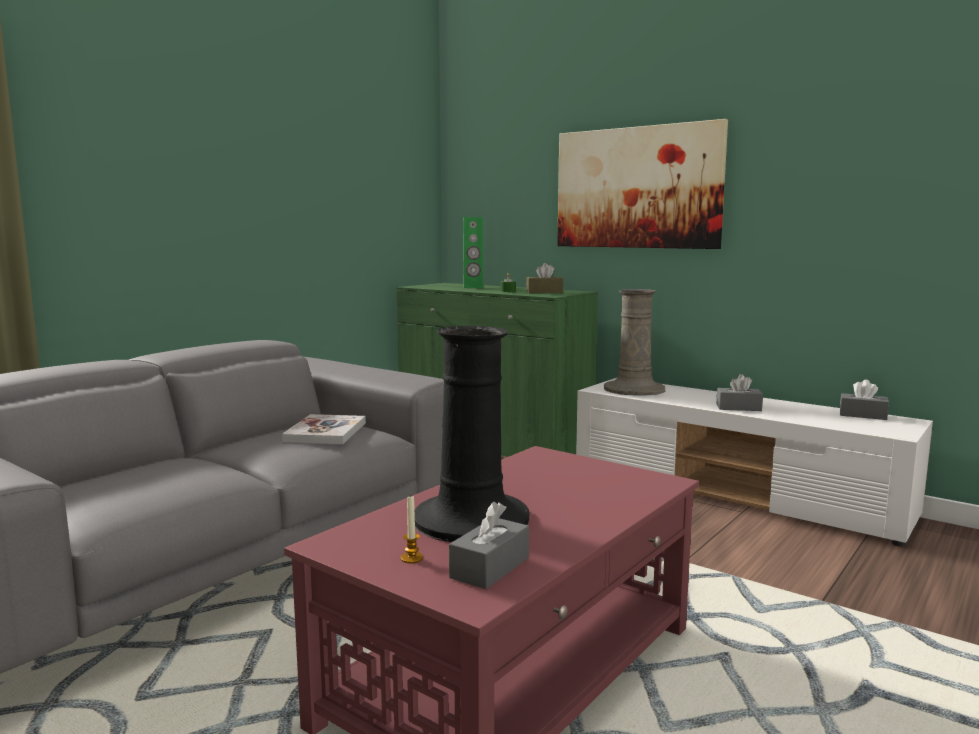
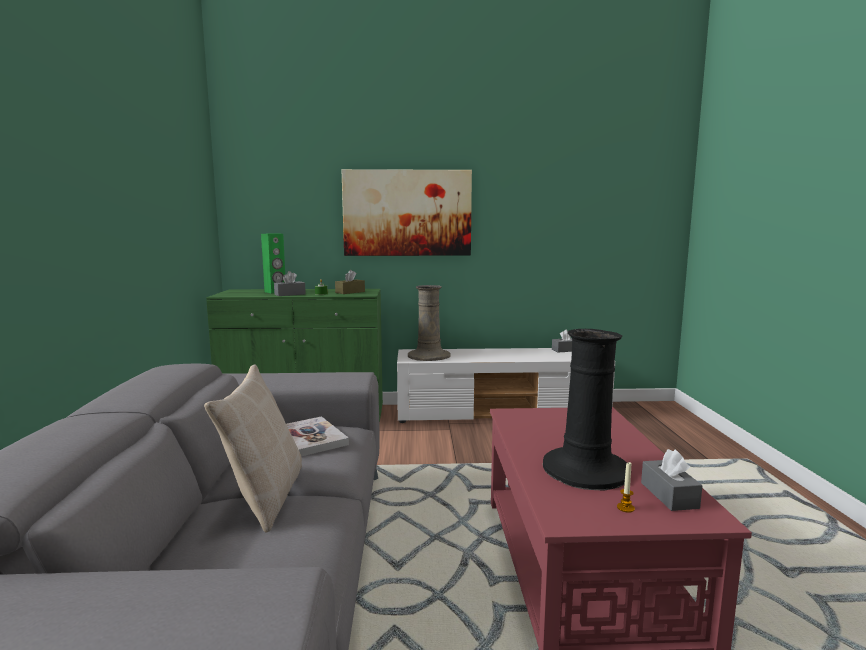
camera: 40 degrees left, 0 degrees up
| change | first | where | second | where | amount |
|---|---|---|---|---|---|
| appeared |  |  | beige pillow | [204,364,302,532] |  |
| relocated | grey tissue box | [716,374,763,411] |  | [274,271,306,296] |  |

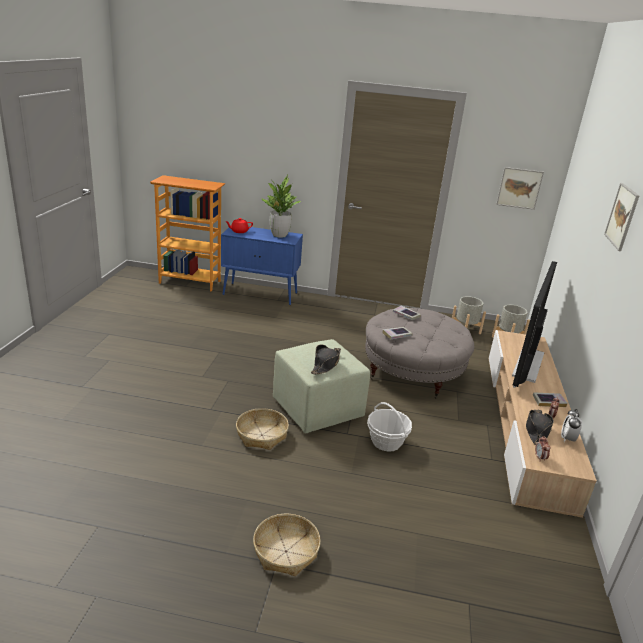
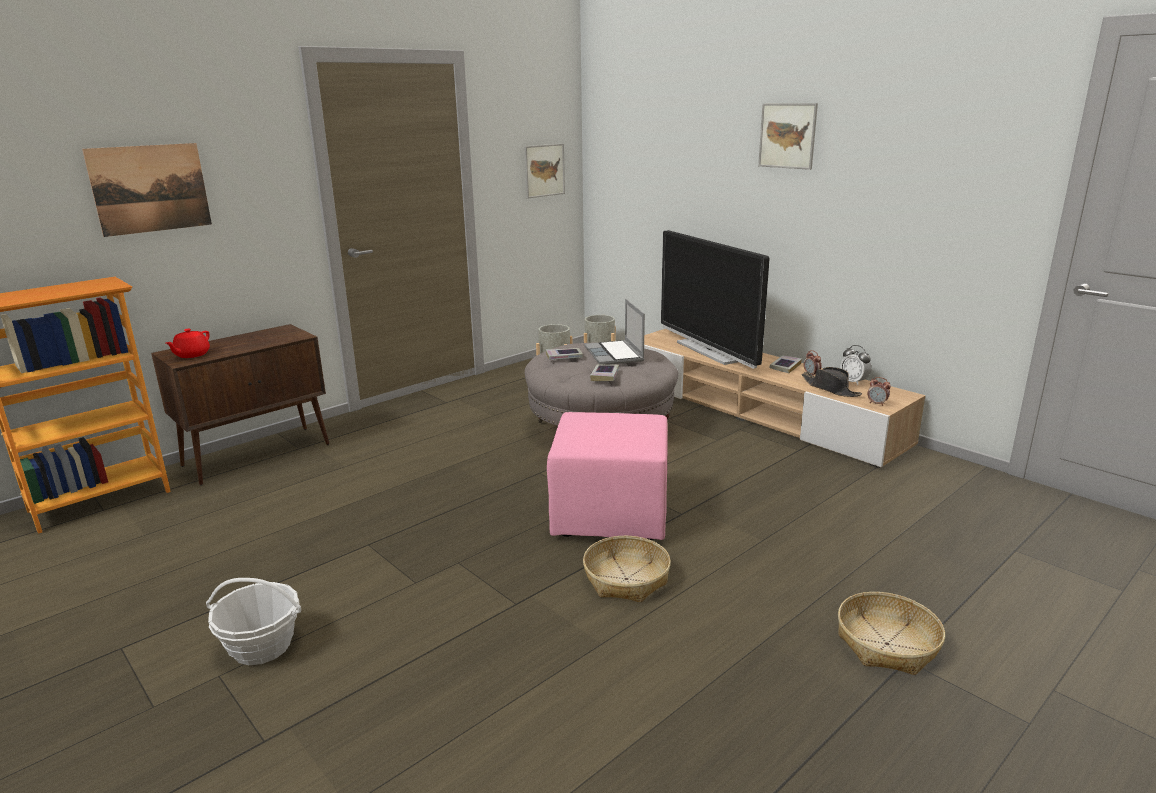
camera: 50 degrees left, 5 degrees down
| change | first | where | second | where | amount |
|---|---|---|---|---|---|
| missing | potted plant | [261,175,301,238] |  |  |  |
| missing | black hat | [311,345,341,374] |  |  |  |
| appeared |  |  | picture | [82,143,212,237] |  |
| appeared |  |  | laptop | [585,299,645,365] |  |
| relocated | basket | [367,402,412,451] |  | [206,578,301,665] |  |
| colour | blue cabinet | [221,227,303,305] | brown cabinet | [151,324,330,486] |  |
| colour | green ottoman | [273,339,370,433] | pink ottoman | [547,412,668,540] |  |

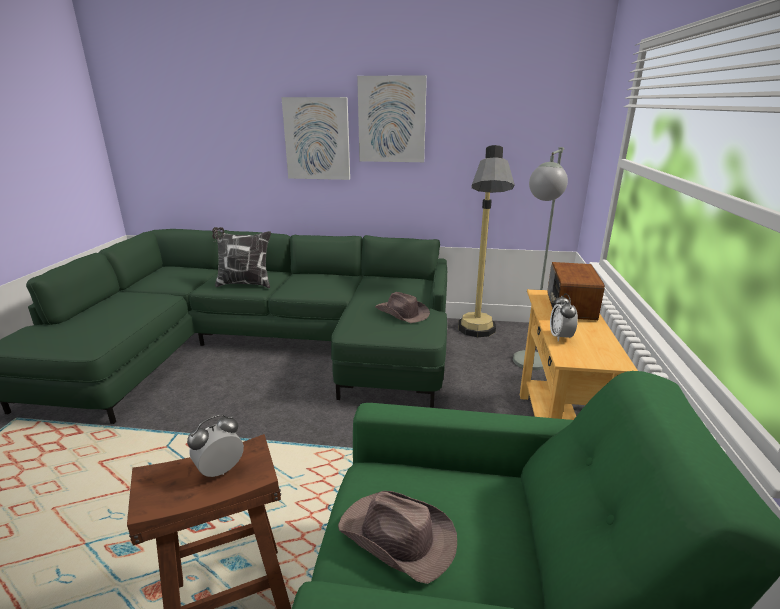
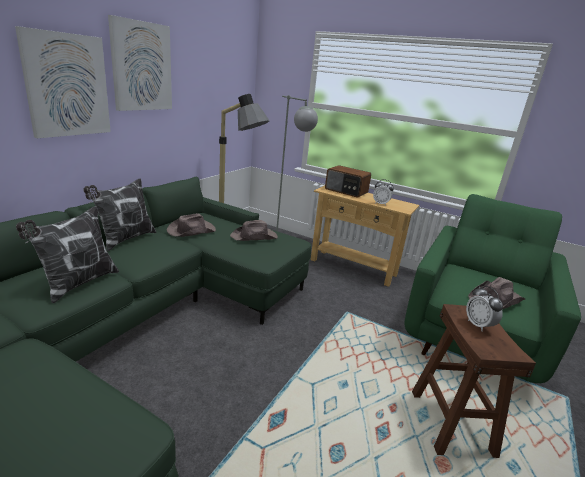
camera: 70 degrees left, 0 degrees up
| change | first | where | second | where | amount |
|---|---|---|---|---|---|
| appeared |  |  | pillow | [83,178,157,251] |  |
| appeared |  |  | brown hat | [167,213,216,237] |  |

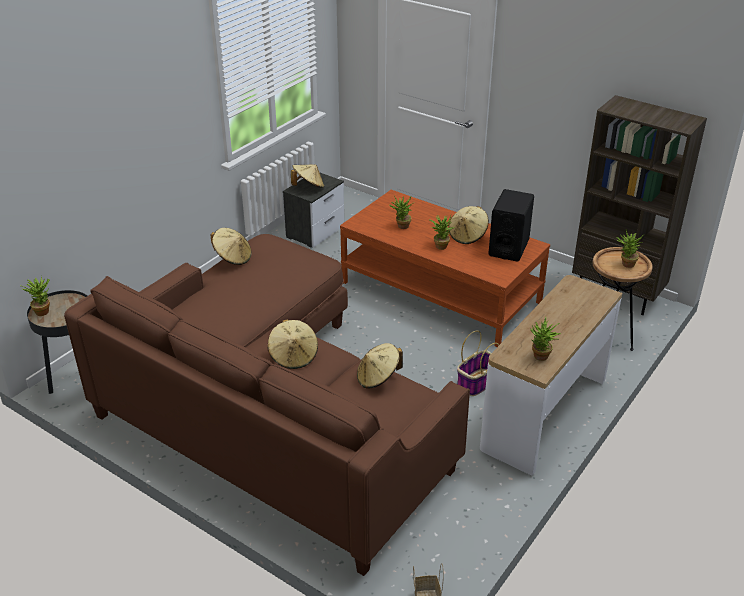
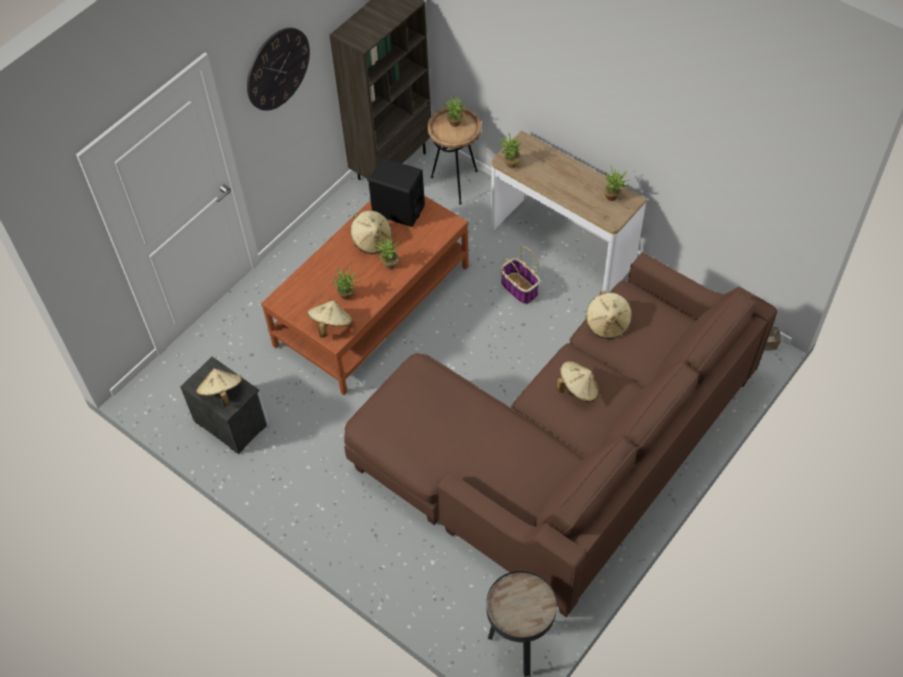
camera: 85 degrees left, 20 degrees up
| change | first | where | second | where | amount |
|---|---|---|---|---|---|
| appeared |  |  | wall clock | [247,28,310,111] |  |
| relocated | potted plant | [23,275,50,316] |  | [496,134,523,168] |  |
| relocated | beige hat | [211,228,252,265] |  | [307,300,353,337] |  |

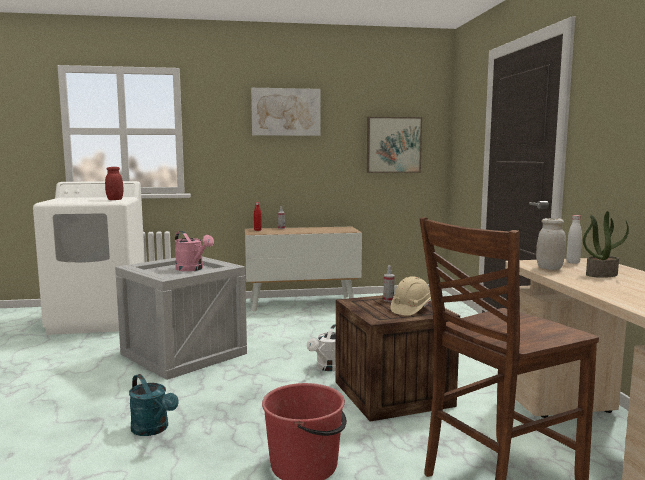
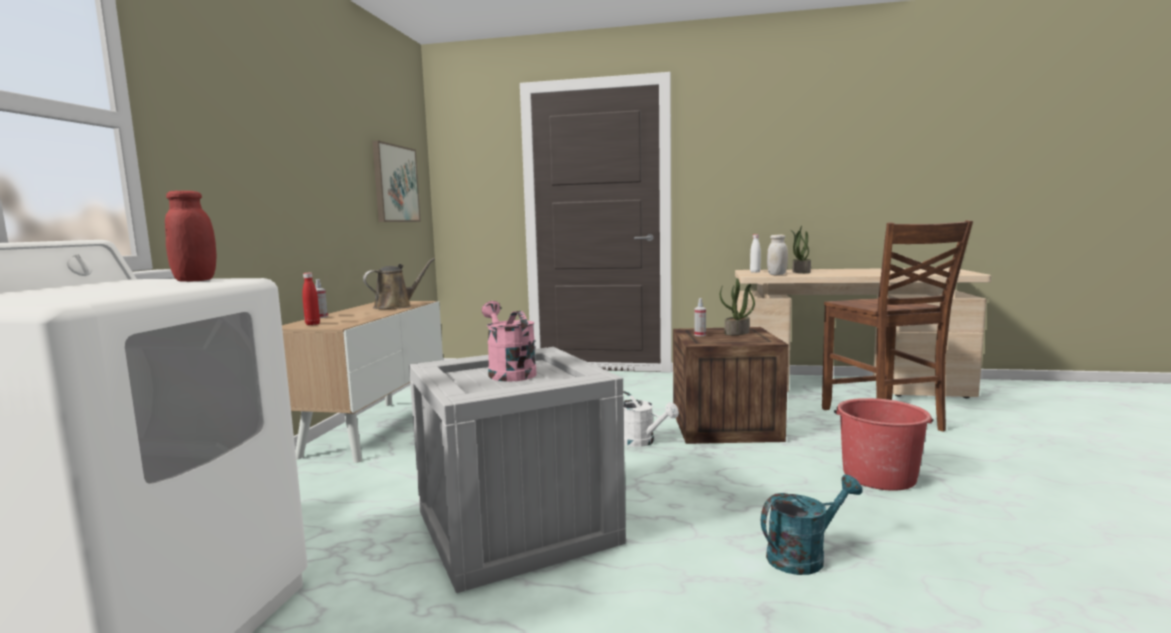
camera: 70 degrees left, 0 degrees up
| change | first | where | second | where | amount |
|---|---|---|---|---|---|
| missing | picture | [251,88,321,136] |  |  |  |
| appeared |  |  | brown watering can | [363,258,435,309] |  |
| exchanged | beige hard hat | [391,276,431,316] | potted plant | [720,278,755,335] |  |
| spun | pink watering can | [175,231,214,271] |  | [482,301,537,382] | 90 degrees counterclockwise |

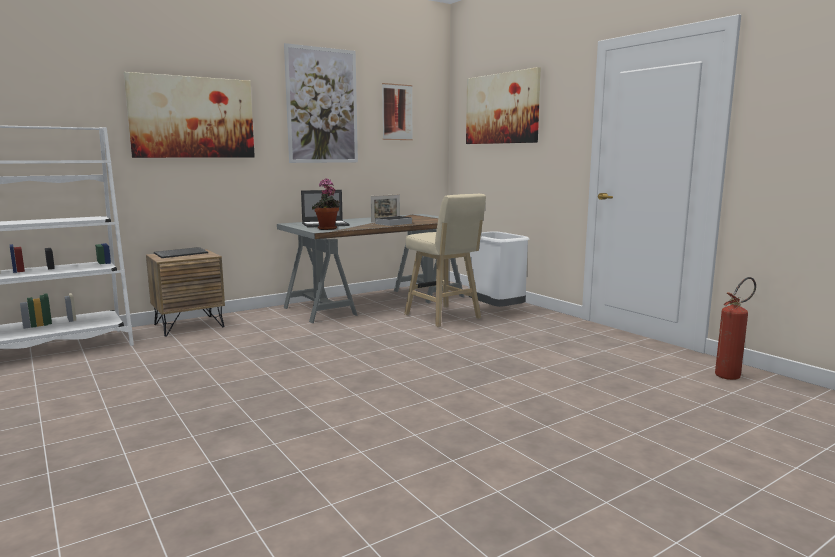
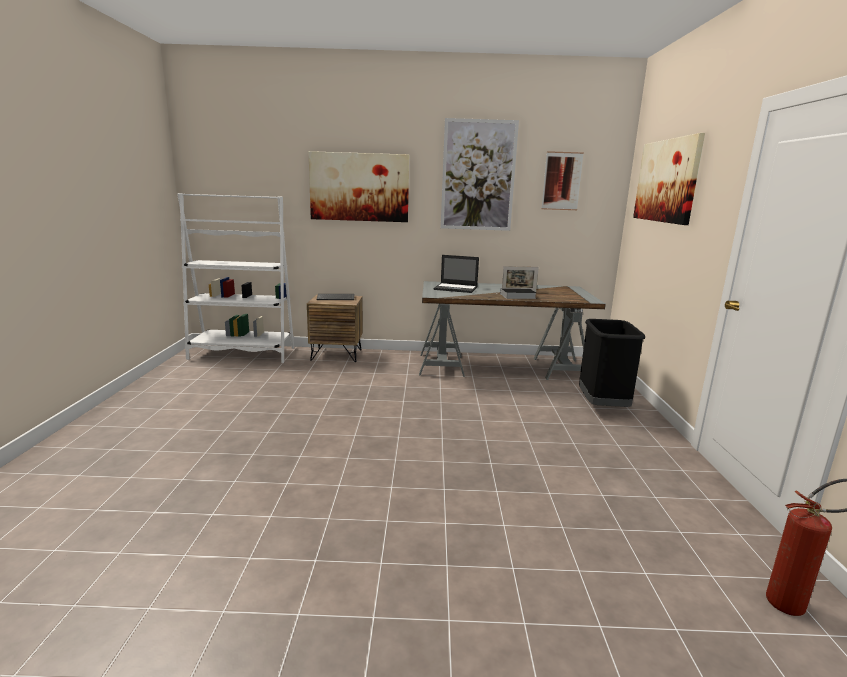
camera: 35 degrees right, 5 degrees up
| change | first | where | second | where | amount |
|---|---|---|---|---|---|
| missing | potted plant | [312,178,340,230] |  |  |  |
| missing | beige stool | [404,194,486,327] |  |  |  |
| colour | white trash can | [468,231,530,307] | black trash can | [579,319,645,407] |  |

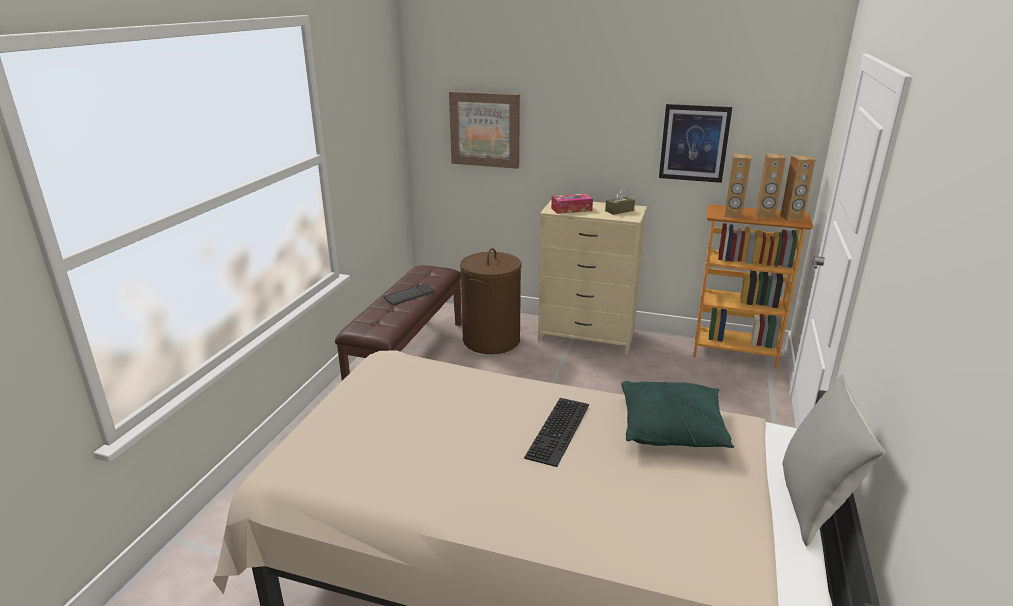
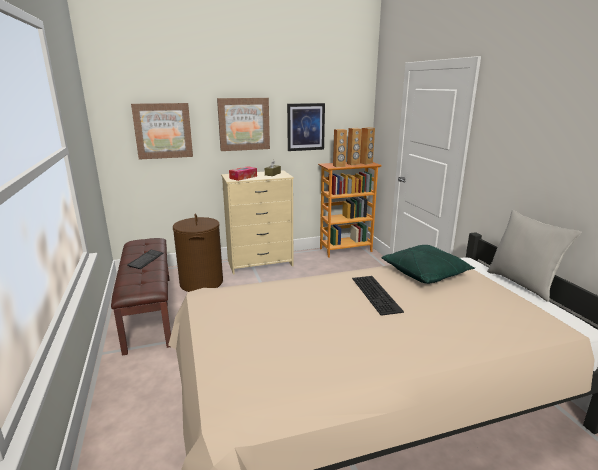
camera: 35 degrees left, 5 degrees down
| change | first | where | second | where | amount |
|---|---|---|---|---|---|
| appeared |  |  | picture | [217,98,270,151] |  |

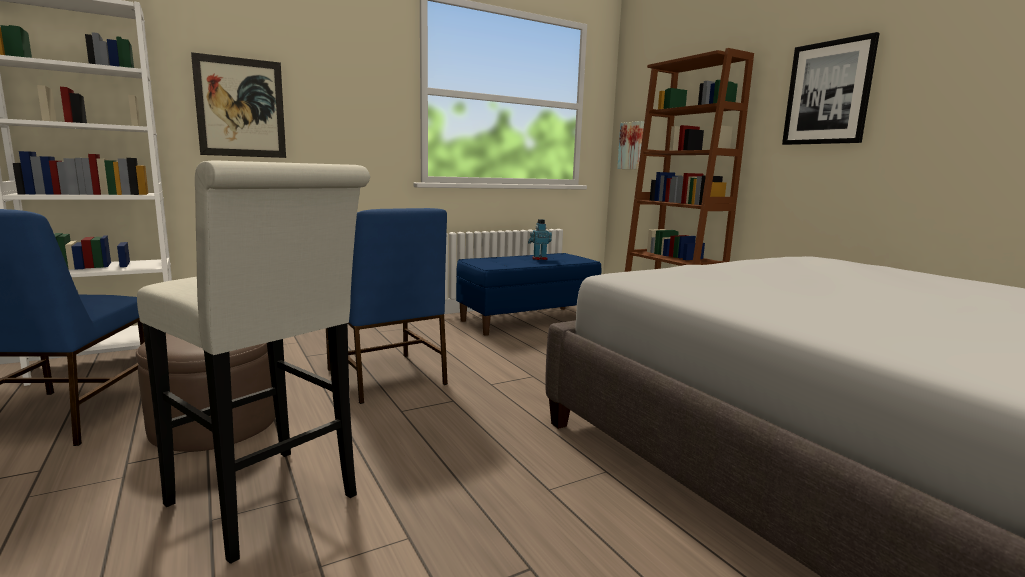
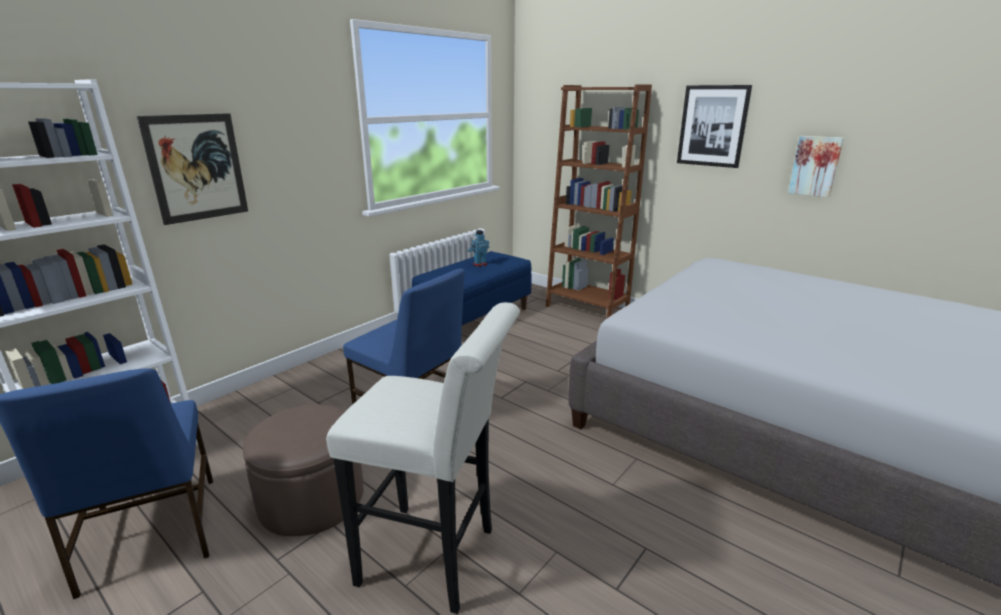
camera: 20 degrees left, 10 degrees up
| change | first | where | second | where | amount |
|---|---|---|---|---|---|
| relocated | picture | [617,121,645,169] |  | [788,136,844,197] |  |

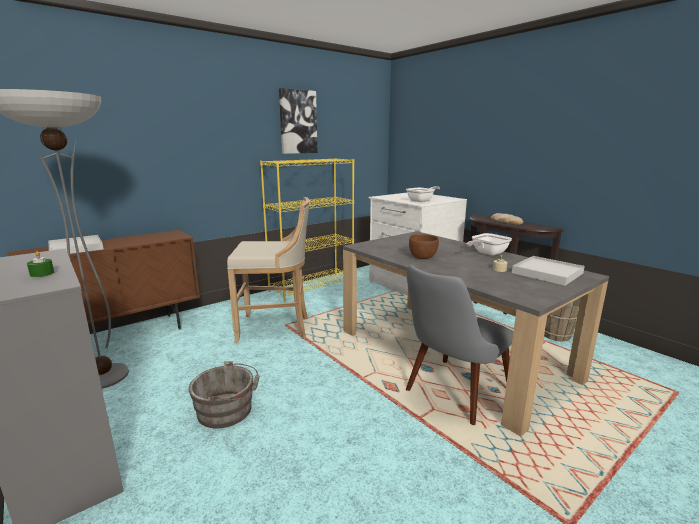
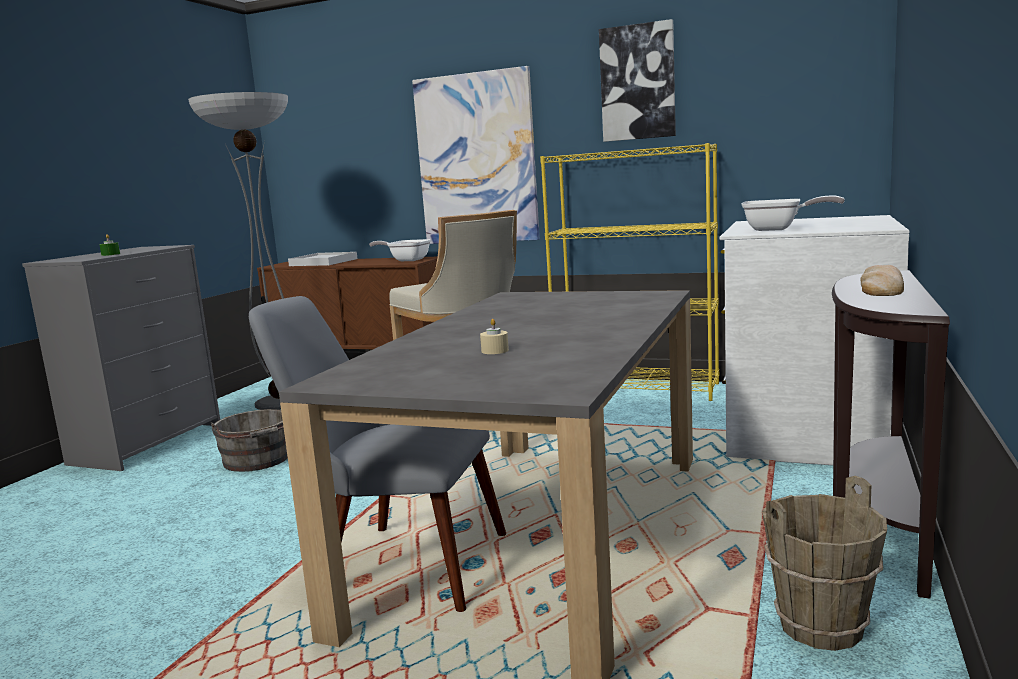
camera: 60 degrees right, 5 degrees down
| change | first | where | second | where | amount |
|---|---|---|---|---|---|
| missing | brown bowl | [409,234,439,259] |  |  |  |
| missing | white tray | [512,256,585,286] |  |  |  |
| appeared |  |  | picture | [412,66,540,244] |  |
| relocated | frying pan | [467,233,512,256] |  | [369,239,431,261] |  |

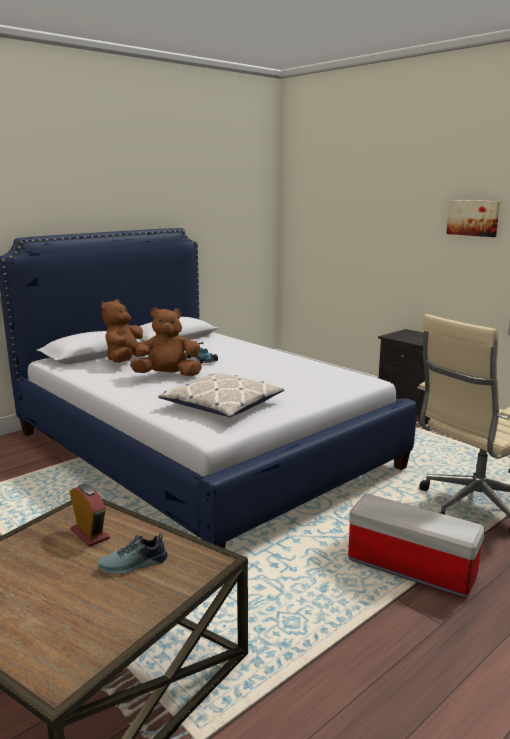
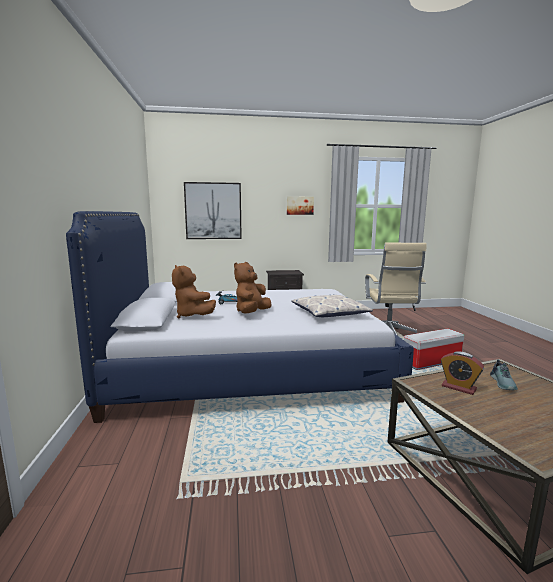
camera: 55 degrees left, 5 degrees down
| change | first | where | second | where | amount |
|---|---|---|---|---|---|
| appeared |  |  | picture | [184,182,242,239] |  |
| spun | alarm clock | [70,484,110,547] |  | [441,352,484,395] | 135 degrees counterclockwise |

